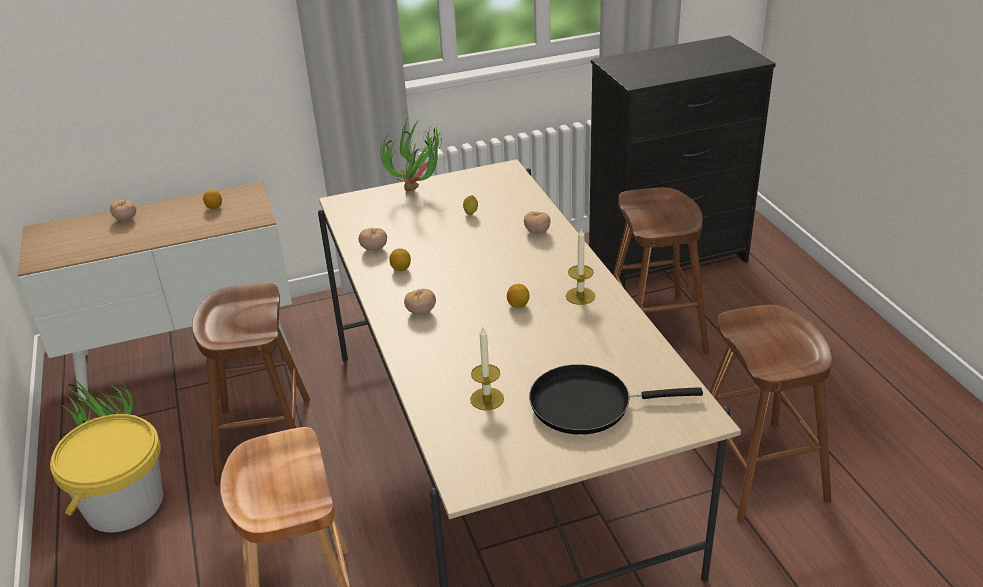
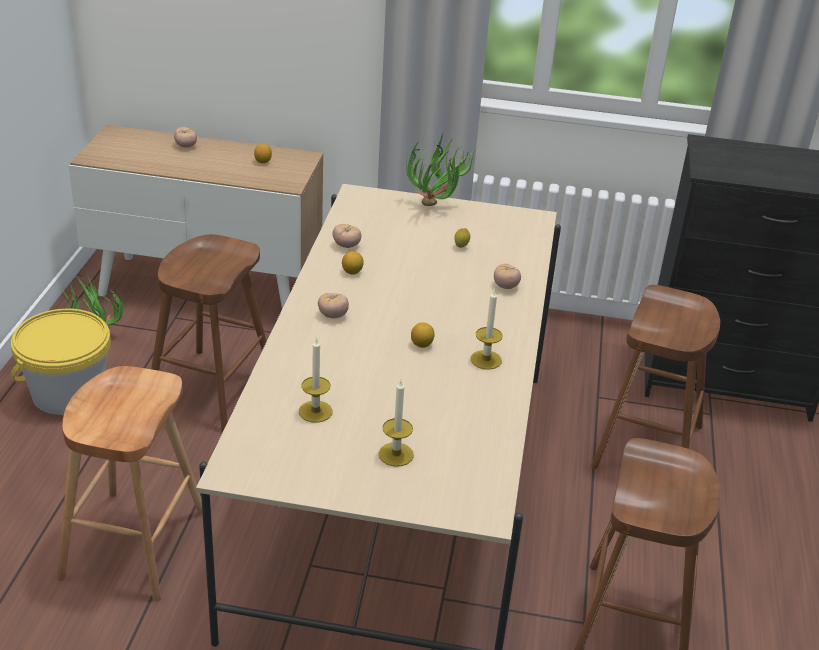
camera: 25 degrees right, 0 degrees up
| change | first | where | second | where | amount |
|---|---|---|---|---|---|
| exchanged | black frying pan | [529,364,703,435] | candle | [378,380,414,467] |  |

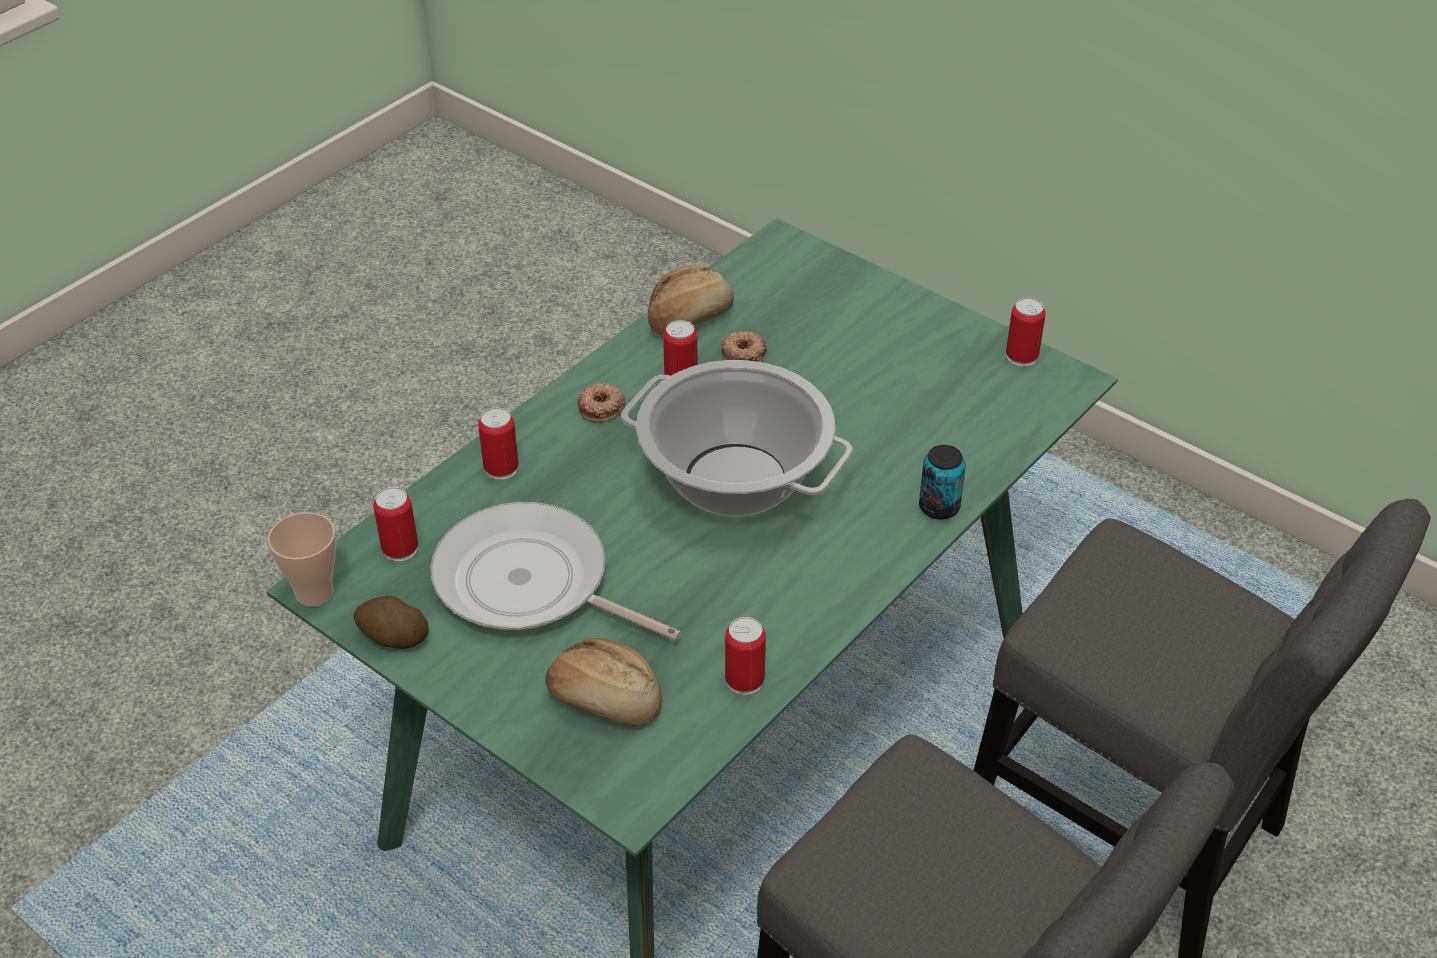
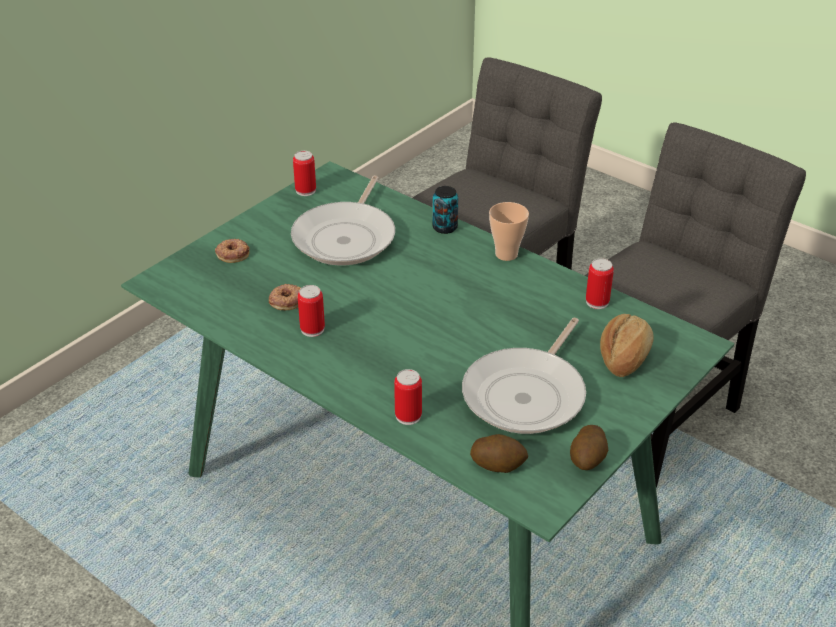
camera: 90 degrees left, 5 degrees down
| change | first | where | second | where | amount |
|---|---|---|---|---|---|
| missing | cooking pot | [621,360,853,516] |  |  |  |
| missing | bread | [648,264,734,335] |  |  |  |
| appeared |  |  | frying pan | [291,176,395,265] |  |
| relocated | cup | [268,512,336,607] |  | [489,202,529,261] |  |
| relocated | donut | [578,383,625,423] |  | [215,239,250,263] |  |
| exchanged | can | [373,487,418,562] | potato | [470,434,528,473] |  |

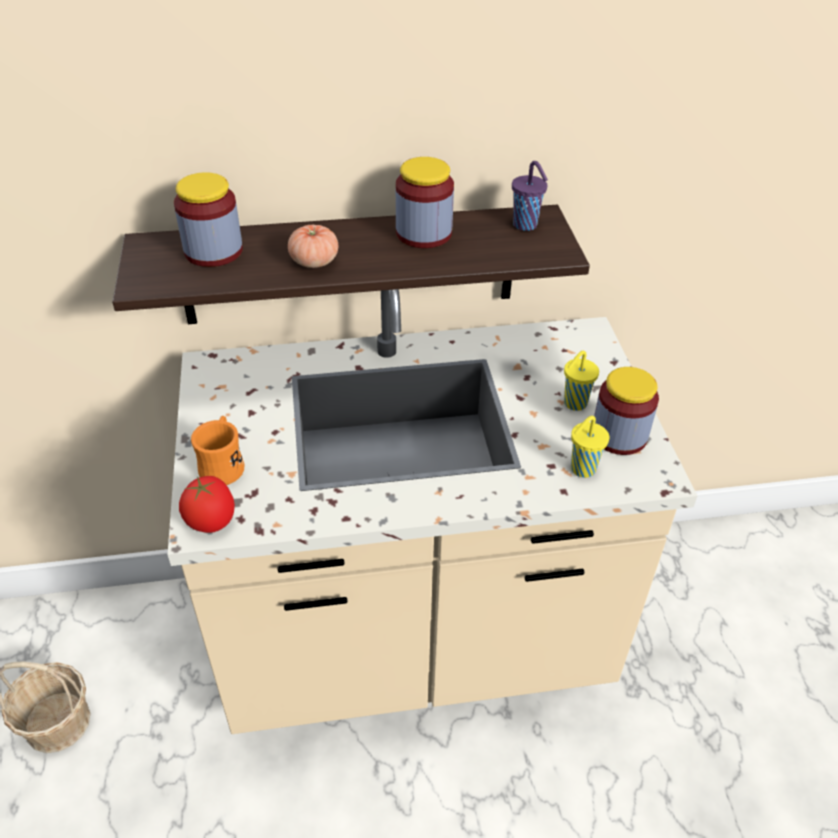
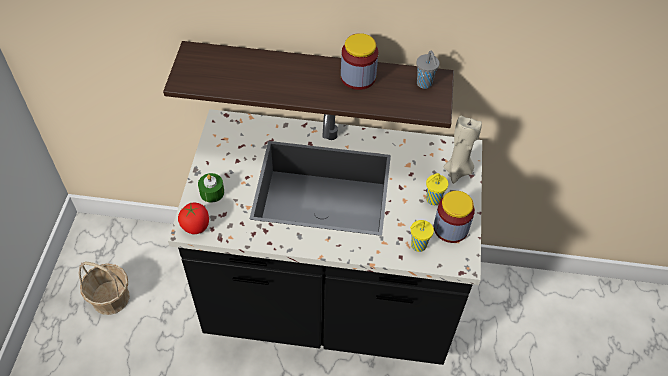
camera: 15 degrees right, 10 degrees up
| change | first | where | second | where | amount |
|---|---|---|---|---|---|
| missing | jar | [174,172,243,267] |  |  |  |
| missing | tomato | [288,225,338,268] |  |  |  |
| appeared |  |  | beige candle | [444,116,482,184] |  |
| exchanged | orange mug | [191,416,245,485] | green candle | [198,173,224,203] |  |
| colour | beige counter | [168,289,697,734] | black counter | [168,109,482,365] |  |
| colour | purple cup | [512,161,548,231] | grey cup | [416,51,439,89] |  |

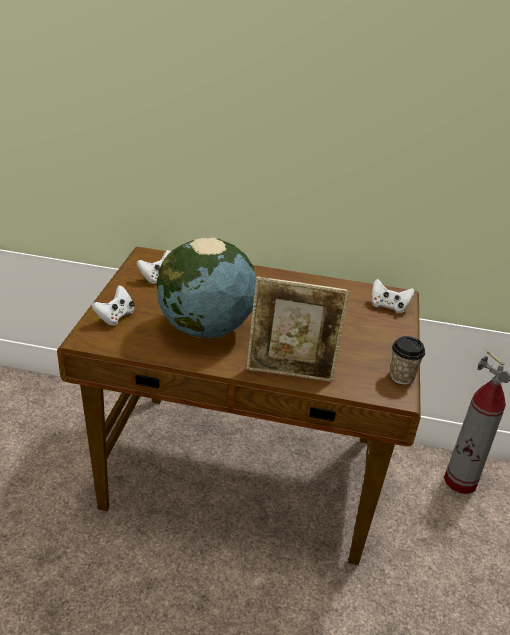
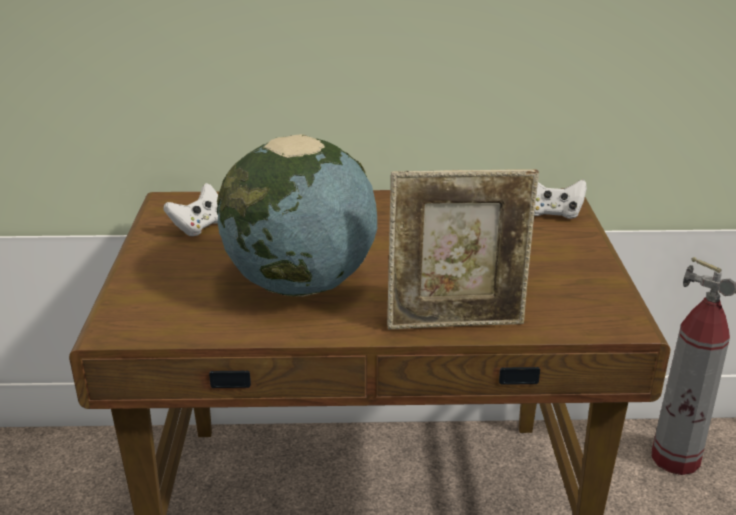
camera: 10 degrees left, 5 degrees down
| change | first | where | second | where | amount |
|---|---|---|---|---|---|
| missing | white game controller | [91,285,134,326] |  |  |  |
| missing | cup | [390,336,425,384] |  |  |  |

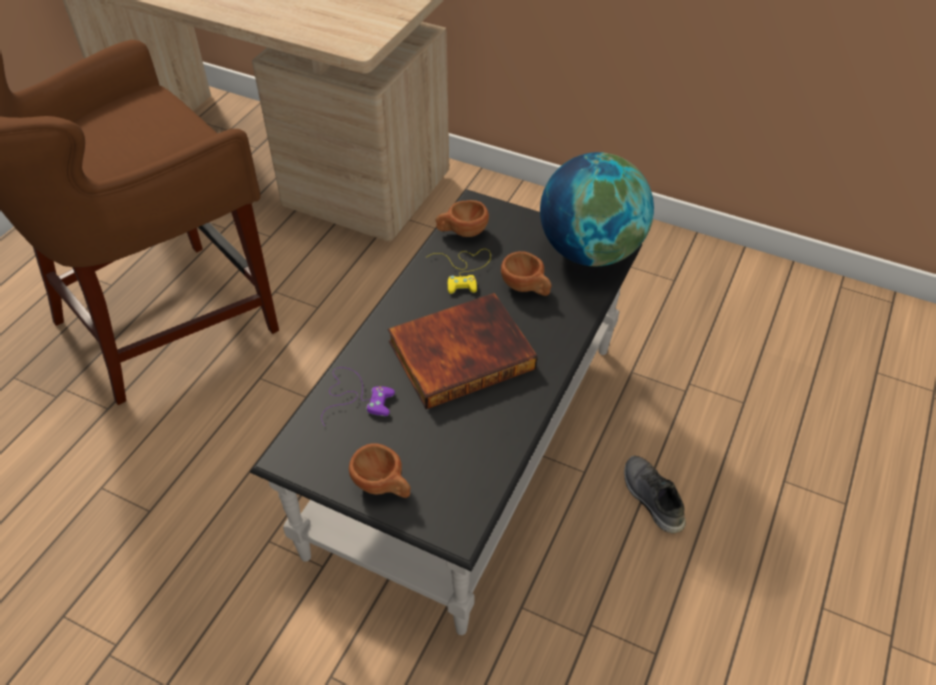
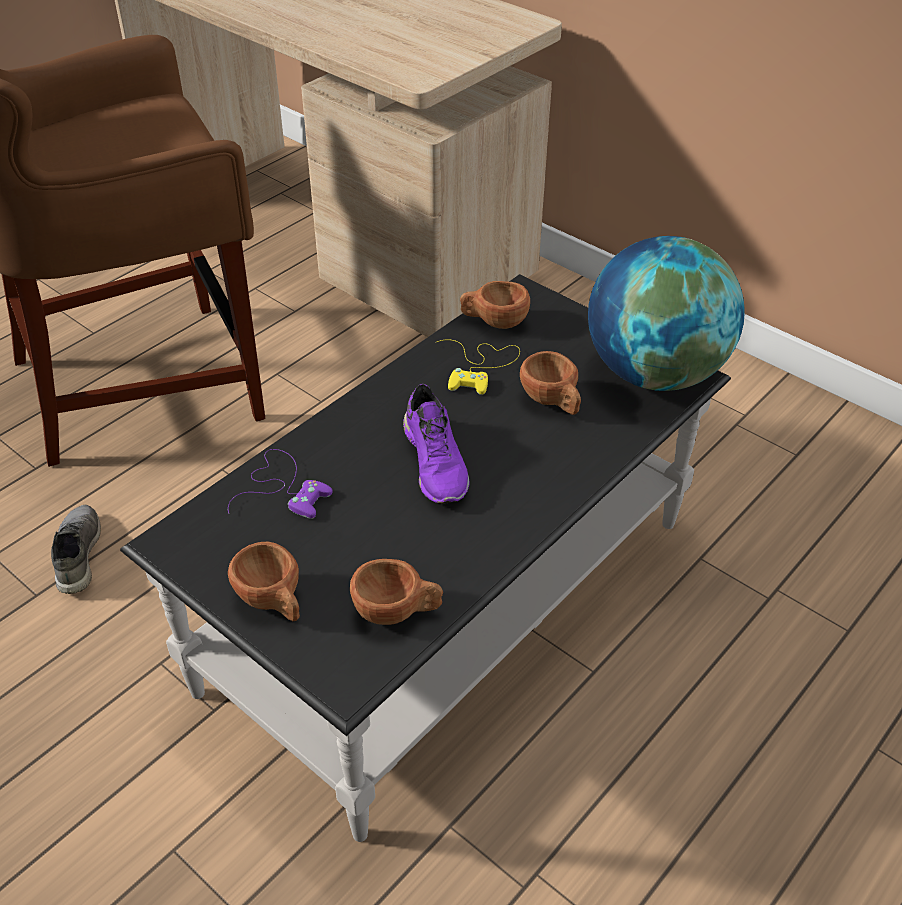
camera: 15 degrees right, 5 degrees down
| change | first | where | second | where | amount |
|---|---|---|---|---|---|
| appeared |  |  | brown cup | [350,559,443,625] |  |
| relocated | grey shoe | [624,456,686,533] |  | [51,505,101,594] |  |
| exchanged | book | [388,293,537,409] | purple shoe | [403,384,470,504] |  |

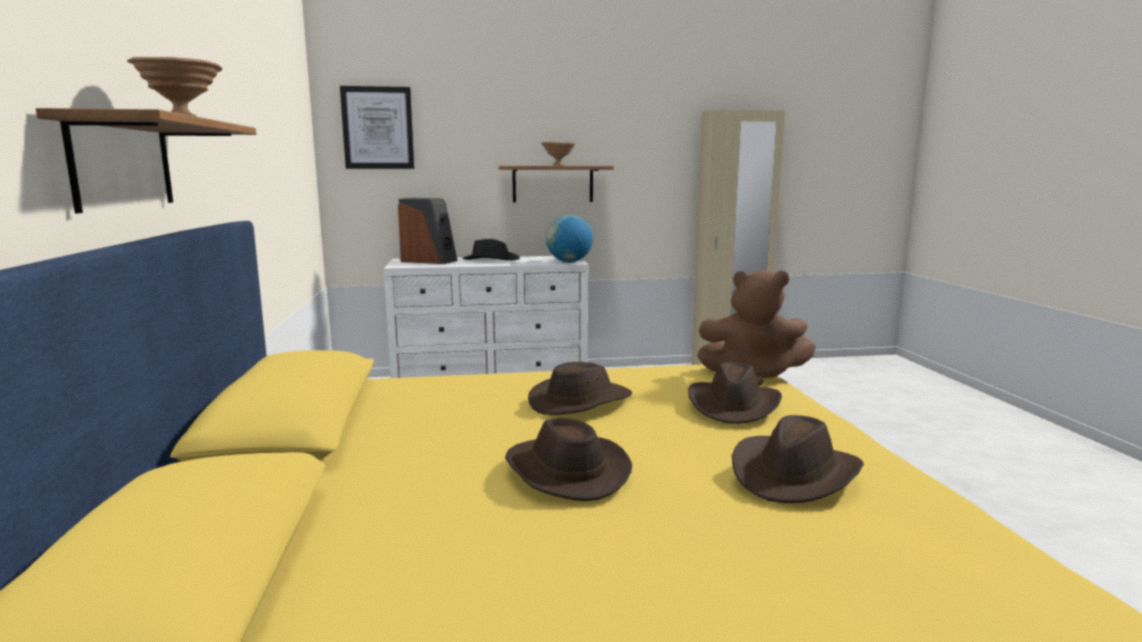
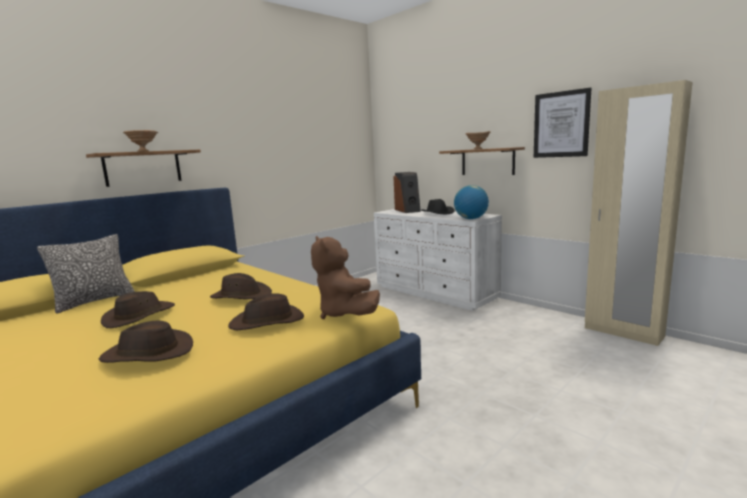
camera: 55 degrees right, 0 degrees up
| change | first | where | second | where | amount |
|---|---|---|---|---|---|
| appeared |  |  | pillow | [37,234,135,314] |  |
| relocated | picture | [340,86,414,169] |  | [534,88,591,158] |  |

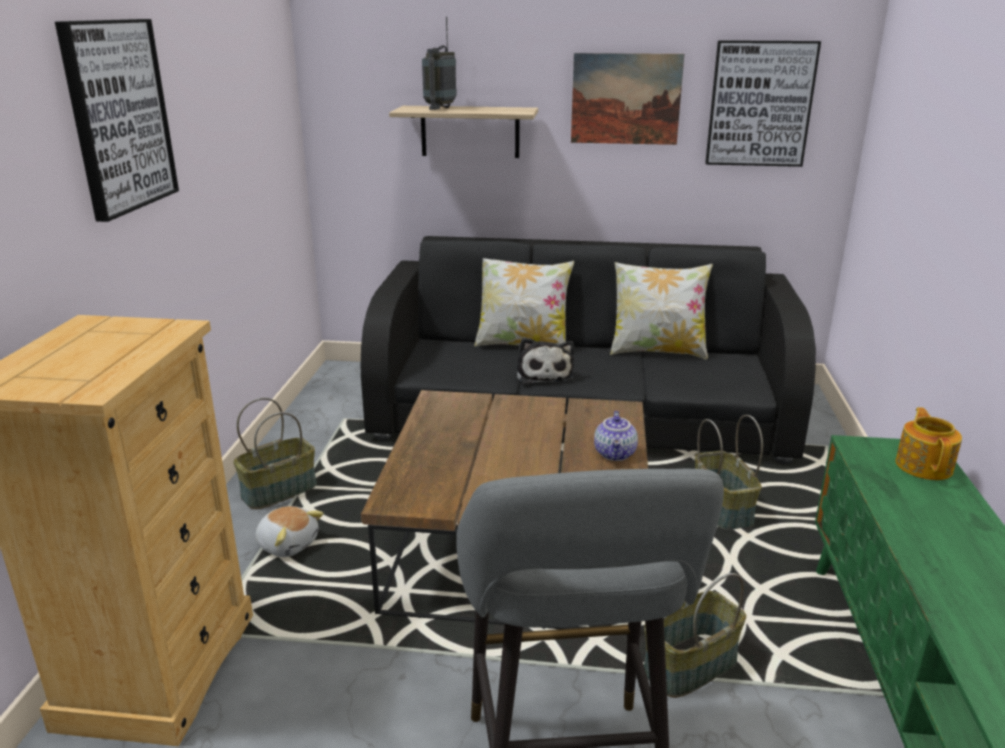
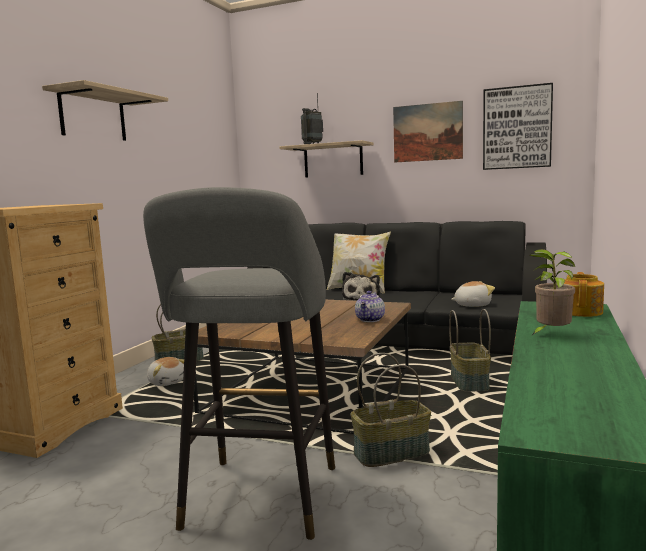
camera: 15 degrees right, 15 degrees down
| change | first | where | second | where | amount |
|---|---|---|---|---|---|
| missing | pillow | [610,262,713,359] |  |  |  |
| appeared |  |  | plush toy | [451,281,495,307] |  |
| appeared |  |  | potted plant | [530,249,575,336] |  |
| exchanged | picture | [55,19,179,222] | shelf | [42,80,168,141] |  |

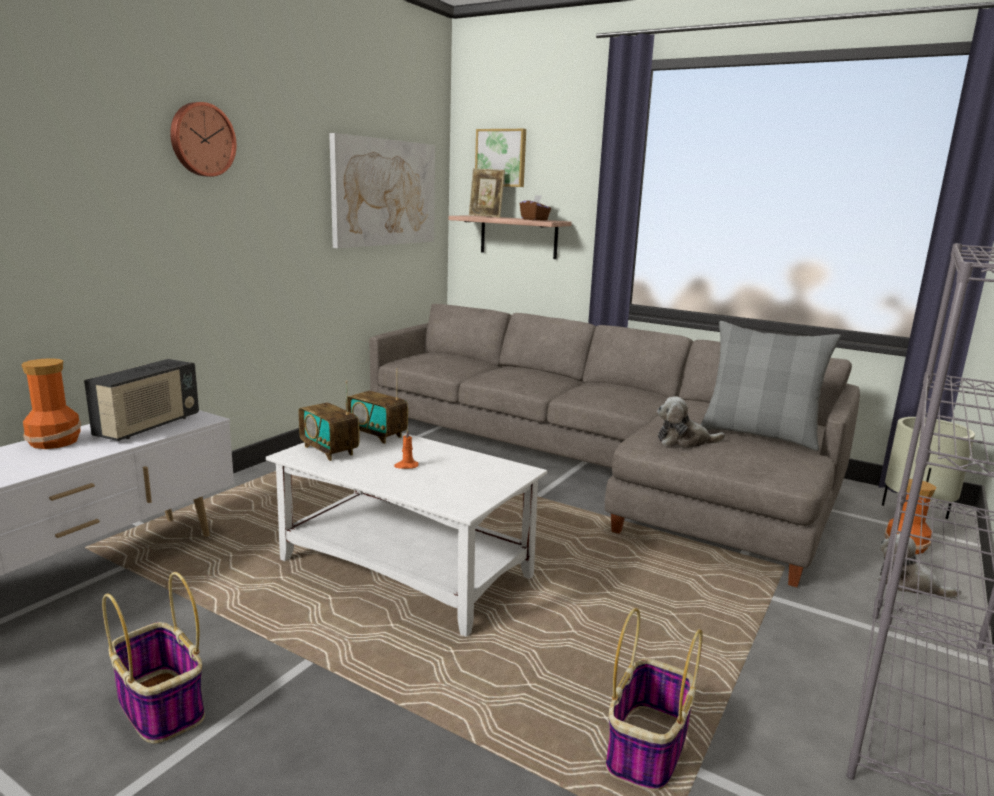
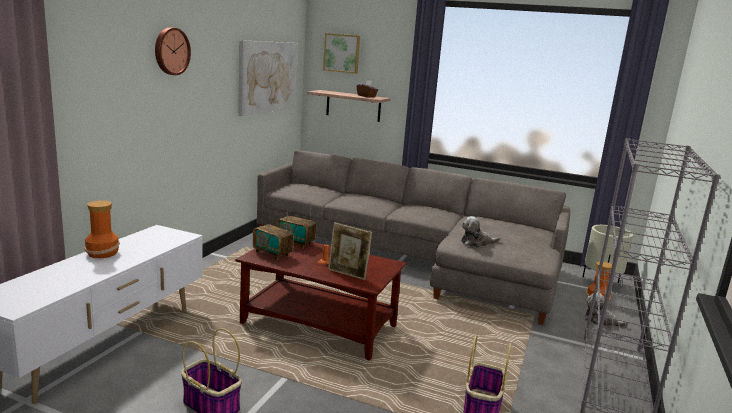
camera: 10 degrees left, 0 degrees up
| change | first | where | second | where | amount |
|---|---|---|---|---|---|
| missing | radio | [84,359,199,441] |  |  |  |
| missing | grey pillow | [700,321,841,451] |  |  |  |
| relocated | picture frame | [469,168,505,218] |  | [328,223,372,280] |  |
| colour | white coffee table | [266,431,547,637] | brown coffee table | [235,242,406,361] |  |

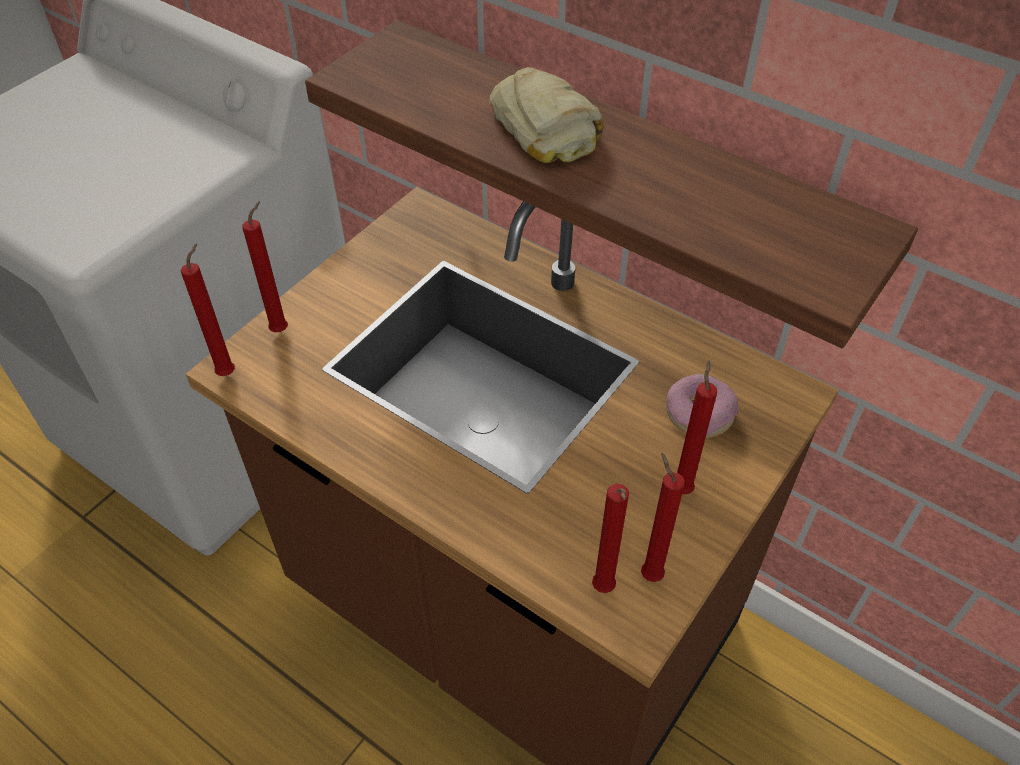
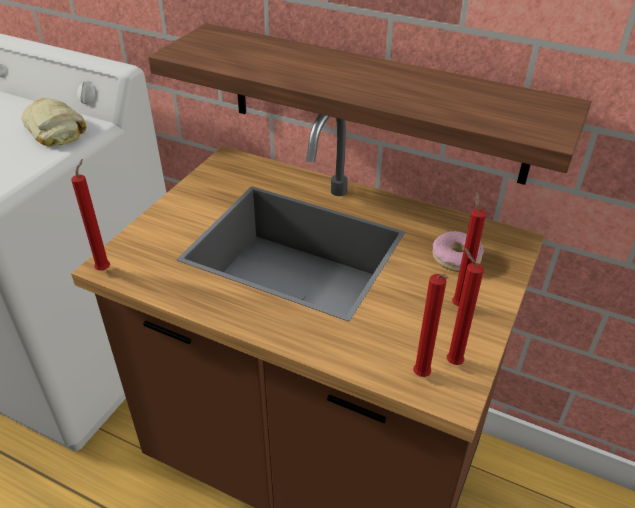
camera: 10 degrees left, 10 degrees down
| change | first | where | second | where | amount |
|---|---|---|---|---|---|
| missing | red candle | [242,201,288,332] |  |  |  |
| relocated | bread | [489,67,604,163] |  | [21,98,86,146] |  |

